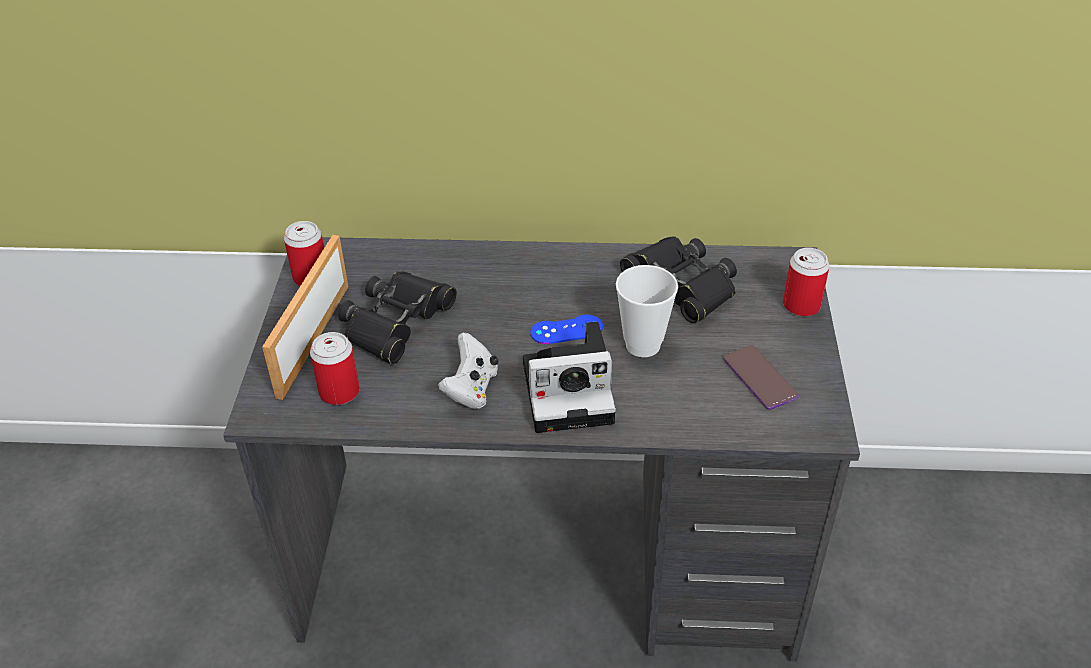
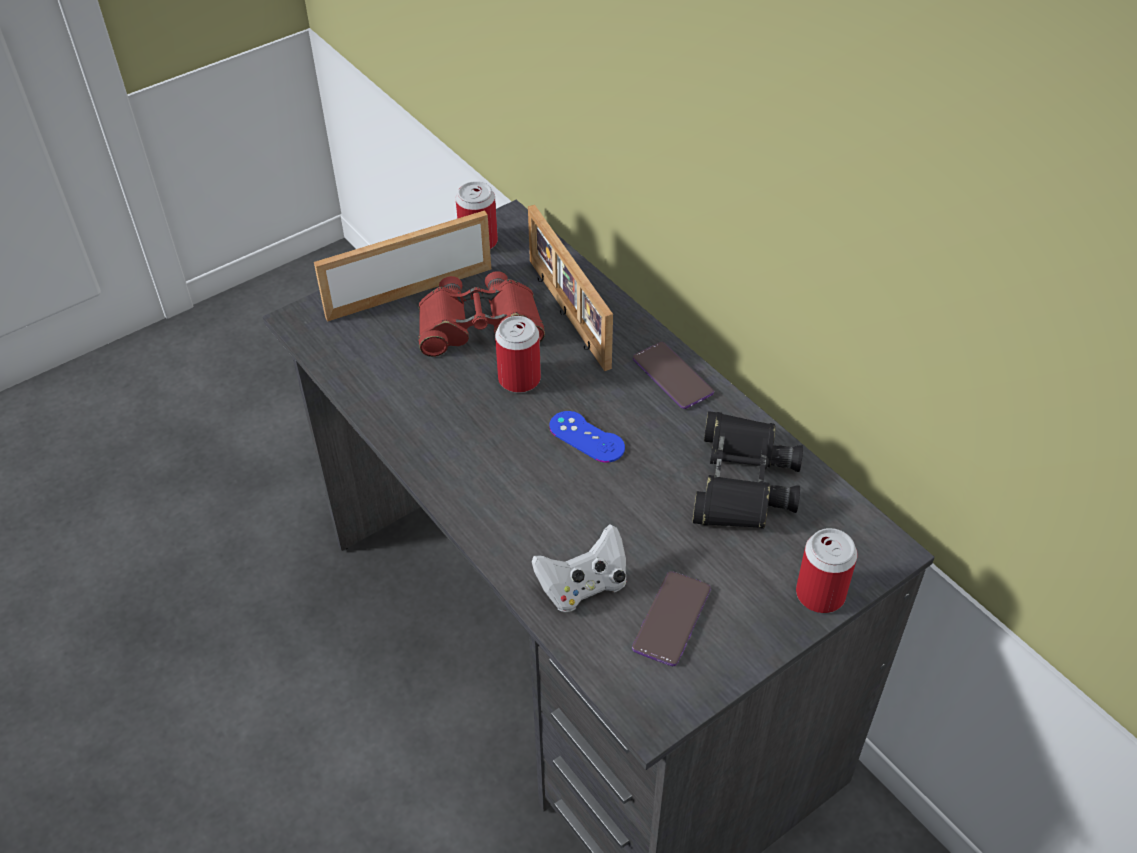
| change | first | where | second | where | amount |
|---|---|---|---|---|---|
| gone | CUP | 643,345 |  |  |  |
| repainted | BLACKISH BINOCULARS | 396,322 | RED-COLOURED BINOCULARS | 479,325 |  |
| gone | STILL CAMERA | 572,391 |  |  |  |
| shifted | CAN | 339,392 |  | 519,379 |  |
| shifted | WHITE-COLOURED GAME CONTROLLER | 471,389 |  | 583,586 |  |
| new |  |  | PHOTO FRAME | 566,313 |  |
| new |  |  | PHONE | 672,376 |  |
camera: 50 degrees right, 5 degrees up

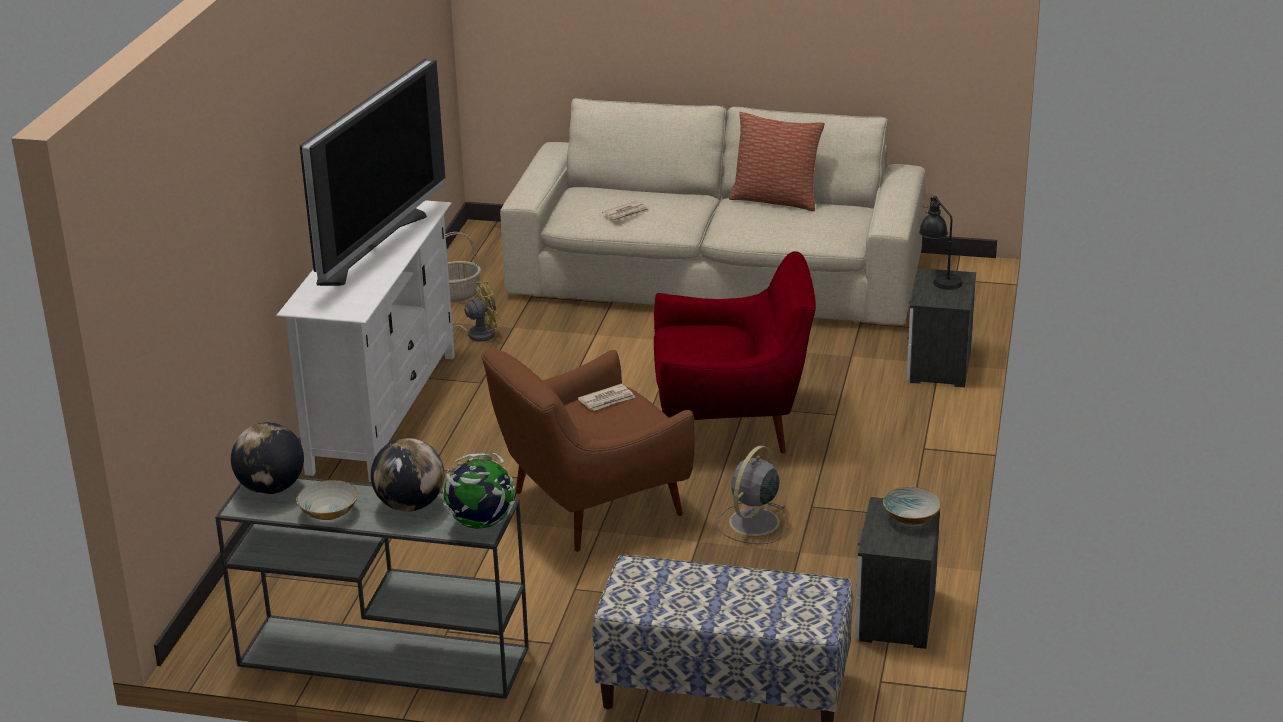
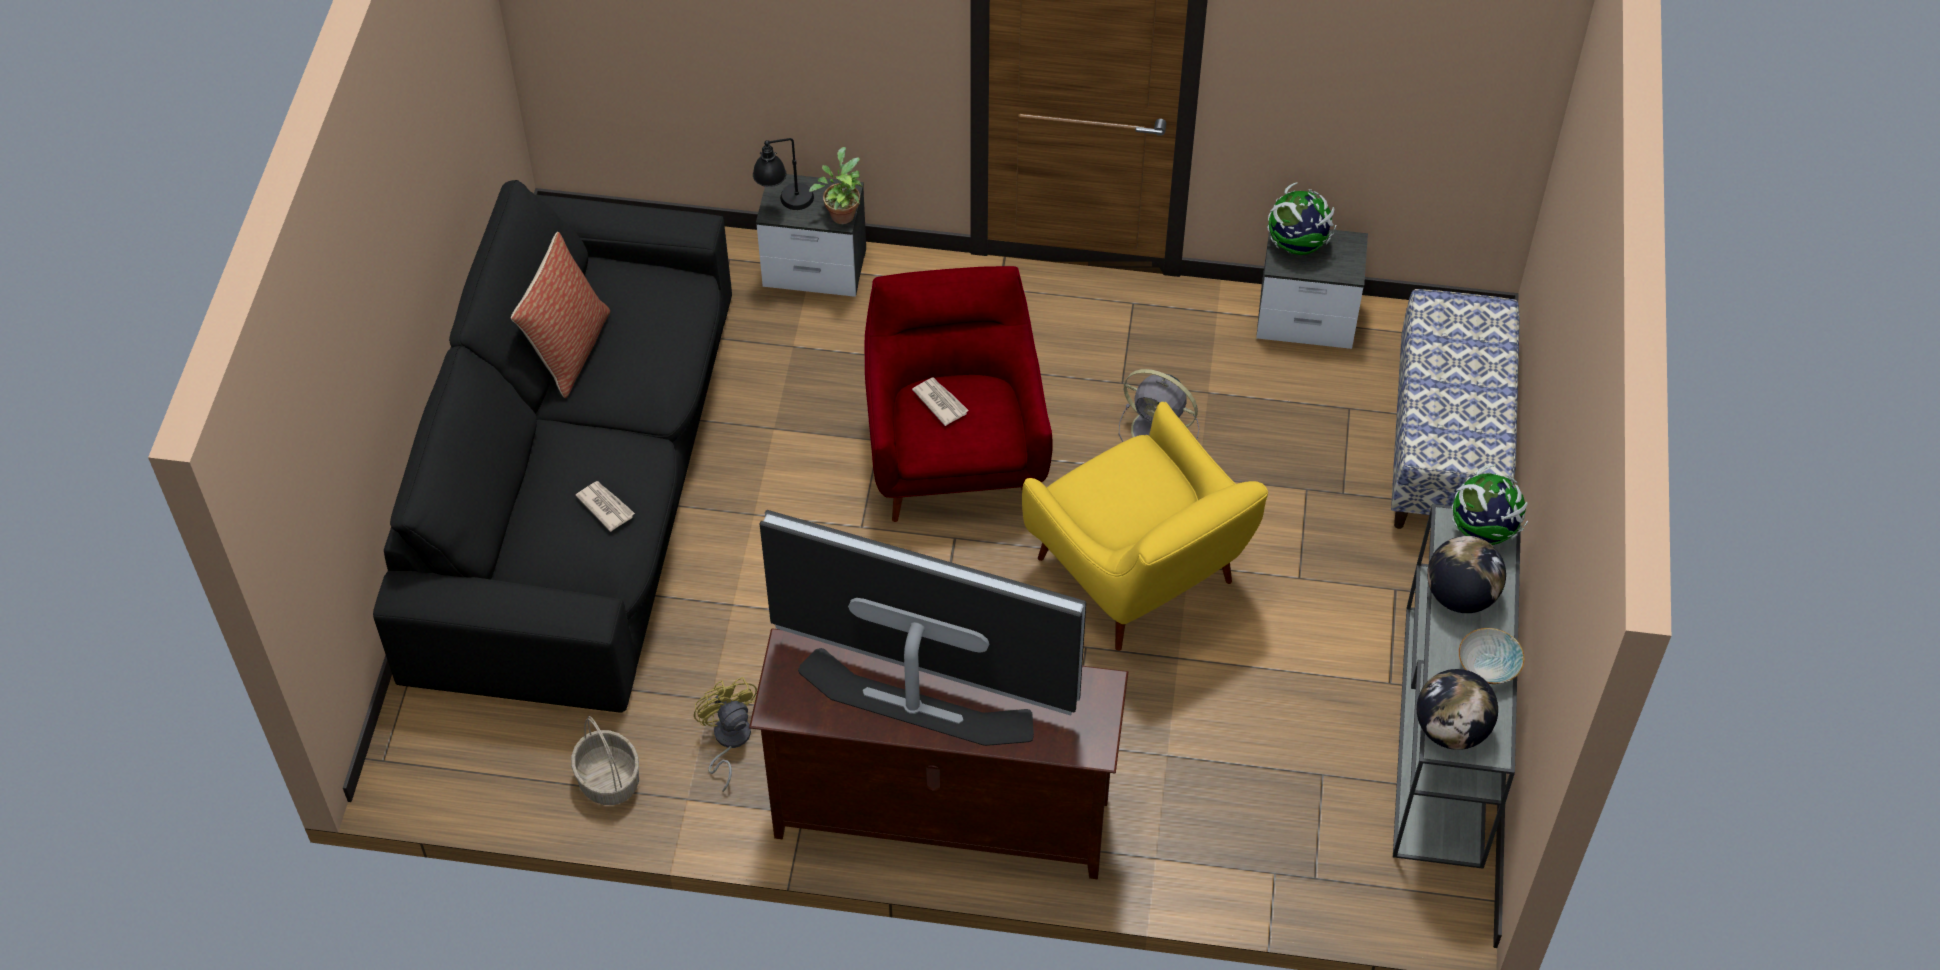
| change | first | where | second | where | amount |
|---|---|---|---|---|---|
| repainted | BEIGE-COLOURED COUCH | 715,278 | BLACKISH COUCH | 579,483 |  |
| repainted | WHITE-COLOURED TV UNIT | 382,412 | BROWN-COLOURED TV UNIT | 940,818 |  |
| repainted | BROWN-COLOURED LOUNGE CHAIR | 589,506 | YELLOWISH LOUNGE CHAIR | 1140,578 |  |
| shifted | DAILY PAPER | 607,400 |  | 940,402 |  |
| swapped | DEEP DISH | 911,517 | DESK GLOBE | 1297,244 |  |
| new |  |  | POTTED PLANT | 841,213 |  |
camera: 95 degrees left, 25 degrees up

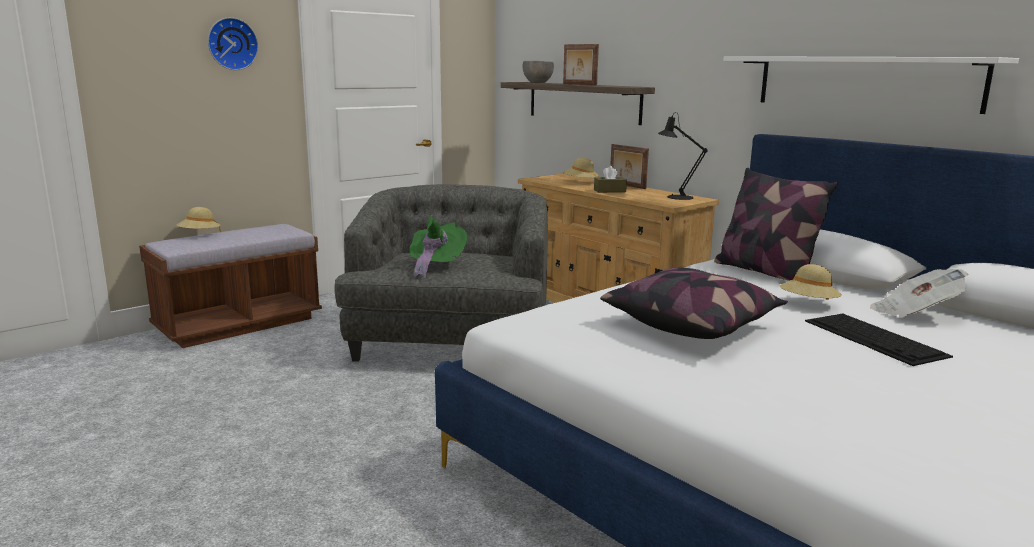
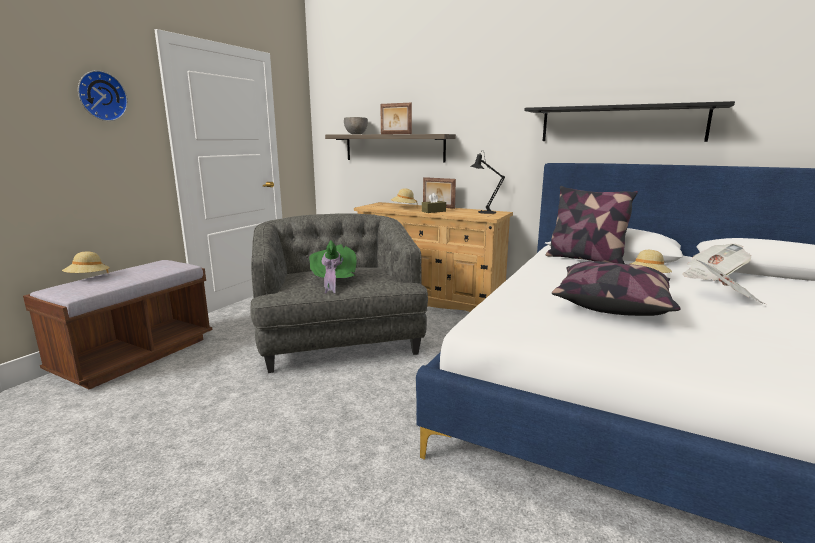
| change | first | where | second | where | amount |
|---|---|---|---|---|---|
| repainted | WHITE-COLOURED BRACKET SHELF | 864,82 | BLACKISH BRACKET SHELF | 621,124 |  |
| swapped | KEYBOARD | 875,338 | DAILY PAPER | 726,297 |  |
camera: 20 degrees left, 0 degrees up

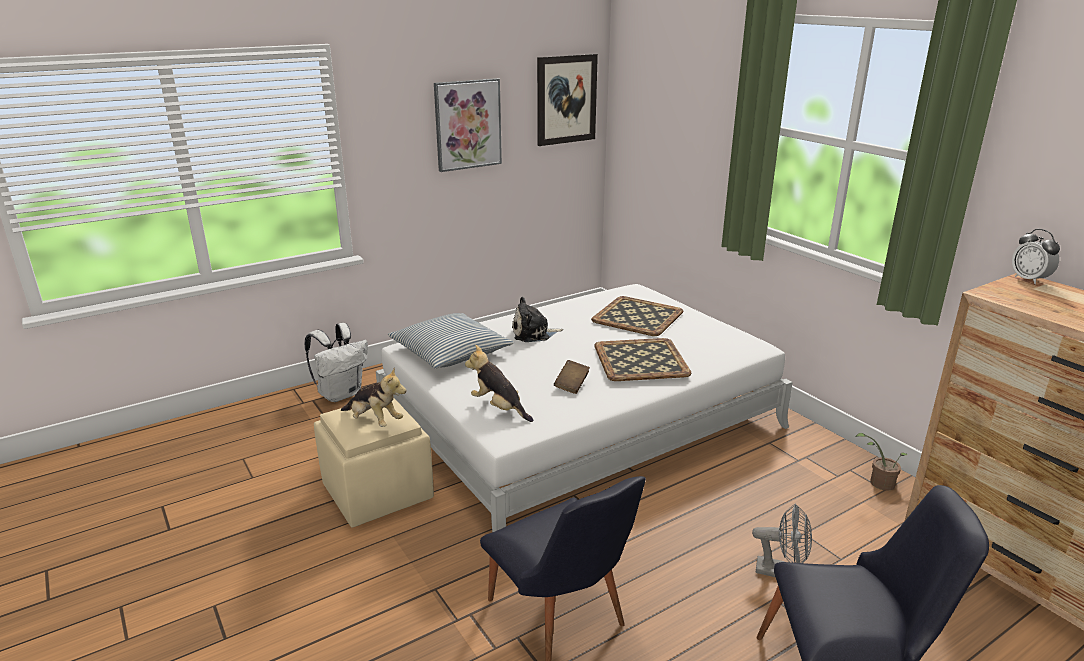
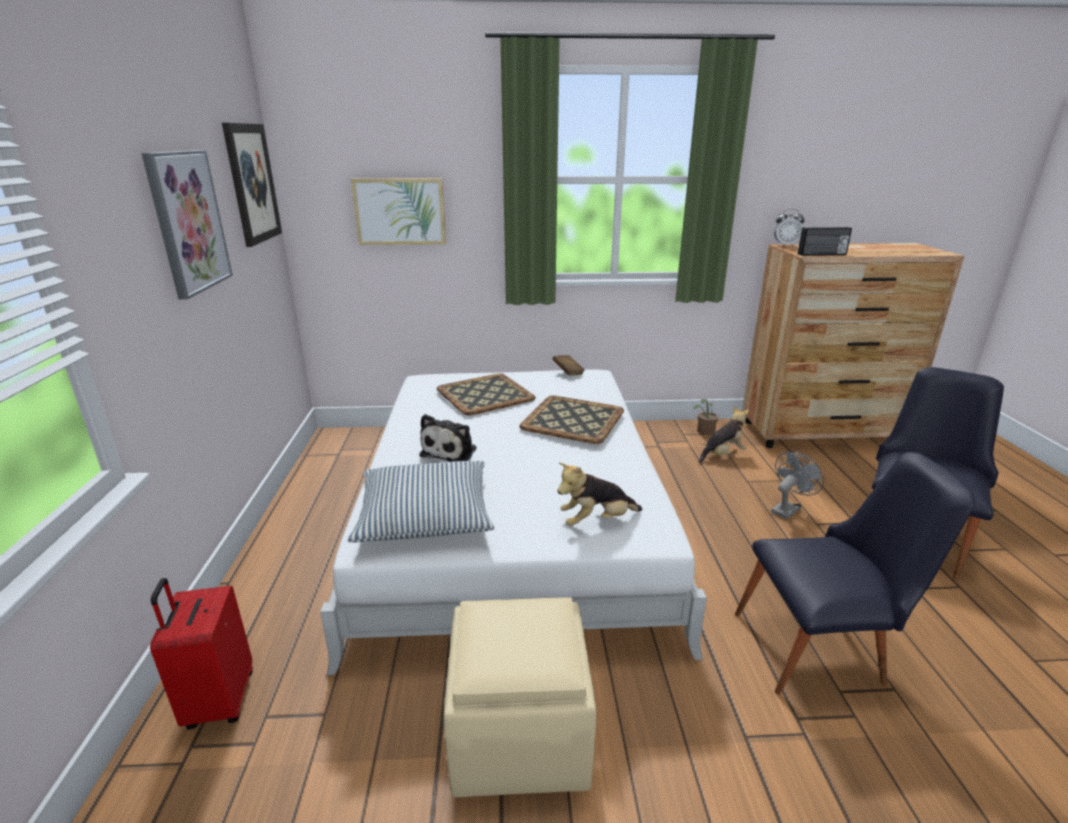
| change | first | where | second | where | amount |
|---|---|---|---|---|---|
| swapped | WHITE-COLOURED KNAPSACK | 341,394 | RED-COLOURED TRAVEL CASE | 219,701 |  |
| shifted | BROWN-COLOURED BOOK | 571,385 |  | 568,372 |  |
| shifted | PLUSH TOY | 374,421 |  | 722,454 |  |
| new |  |  | WALL PICTURE | 400,211 |  |
| new |  |  | RADIO SET | 822,254 |  |
camera: 60 degrees left, 0 degrees up

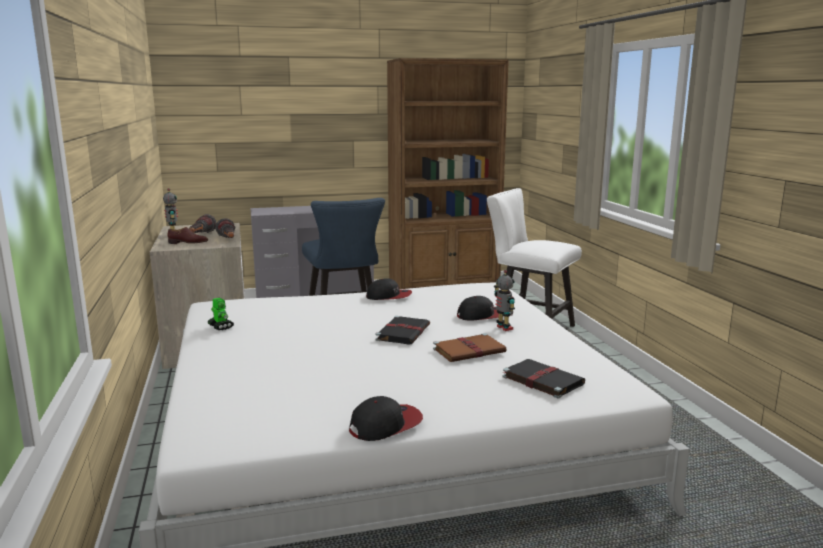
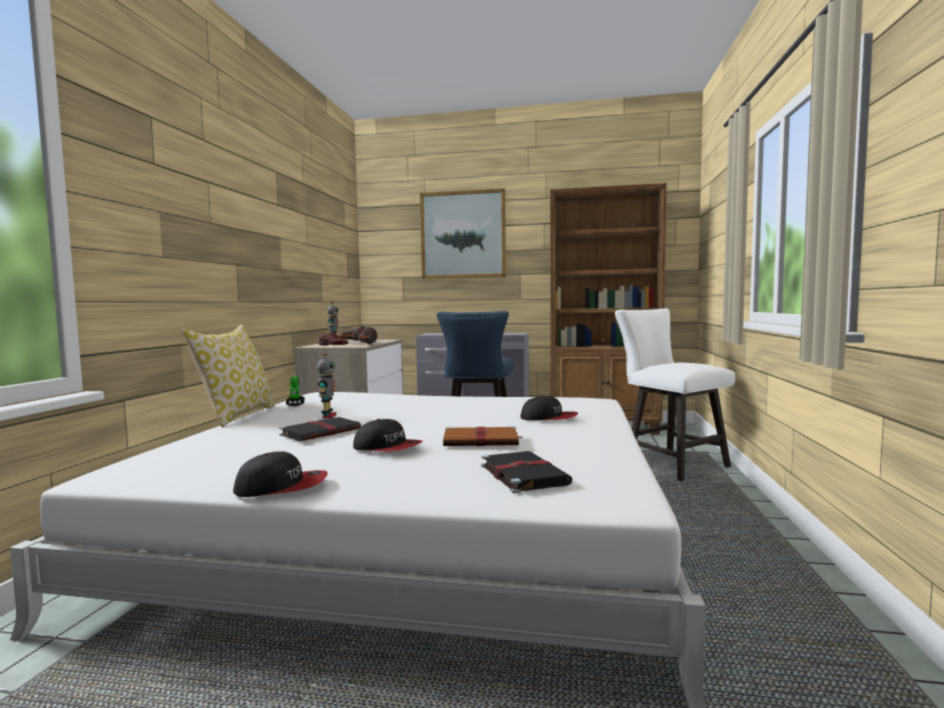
| change | first | where | second | where | amount |
|---|---|---|---|---|---|
| shifted | ROBOT FIGURE | 503,328 |  | 328,416 |  |
| shifted | CAP | 389,296 |  | 388,448 |  |
| shifted | BLACKISH BOOK | 403,332 |  | 322,432 |  |
| new |  |  | WALL PICTURE | 463,235 |  |
| new |  |  | THROW PILLOW | 236,416 |  |
camera: 25 degrees right, 10 degrees down

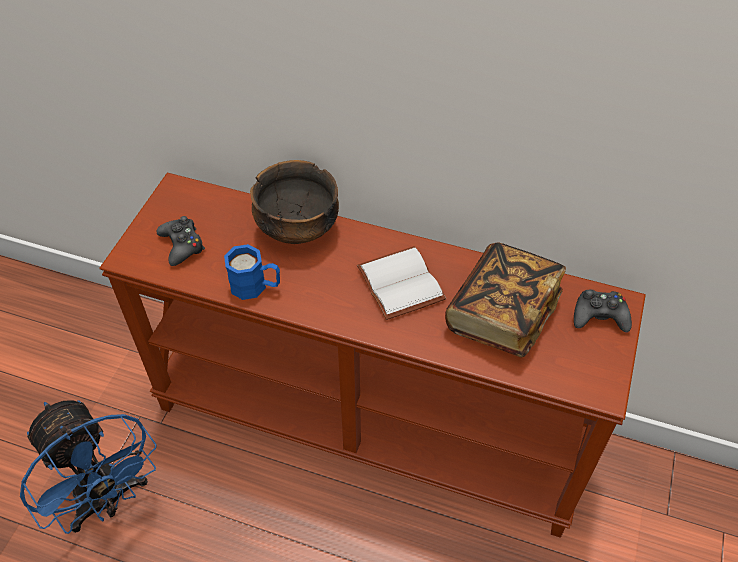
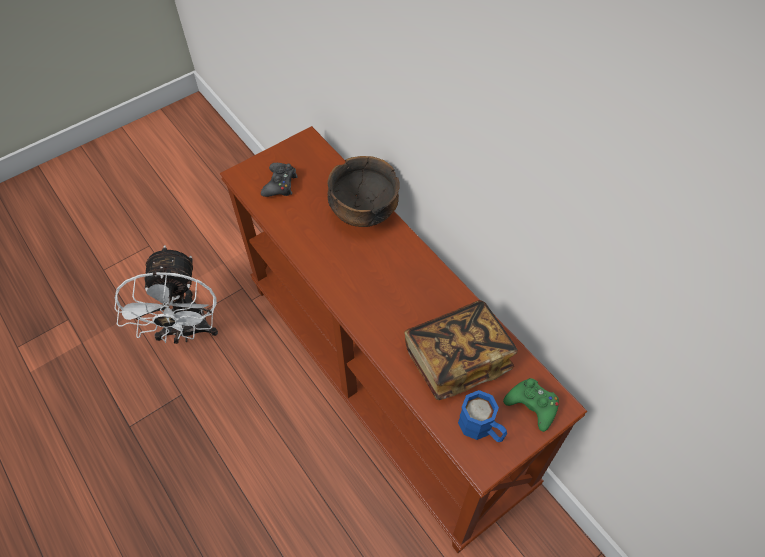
| change | first | where | second | where | amount |
|---|---|---|---|---|---|
| shifted | BLUE-COLOURED TEA MUG | 255,286 |  | 481,428 |  |
| gone | WHITE-COLOURED BOOK | 398,283 |  |  |  |
| repainted | BLACKISH GAME CONTROLLER | 599,316 | GREEN GAME CONTROLLER | 532,405 |  |
| repainted | BLUE-COLOURED COOLING FAN | 107,501 | WHITE-COLOURED COOLING FAN | 187,331 |  |
camera: 35 degrees right, 5 degrees up

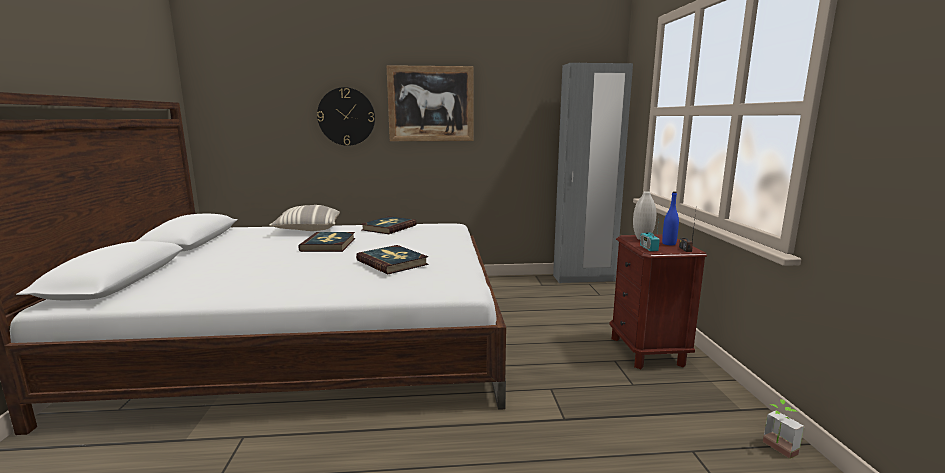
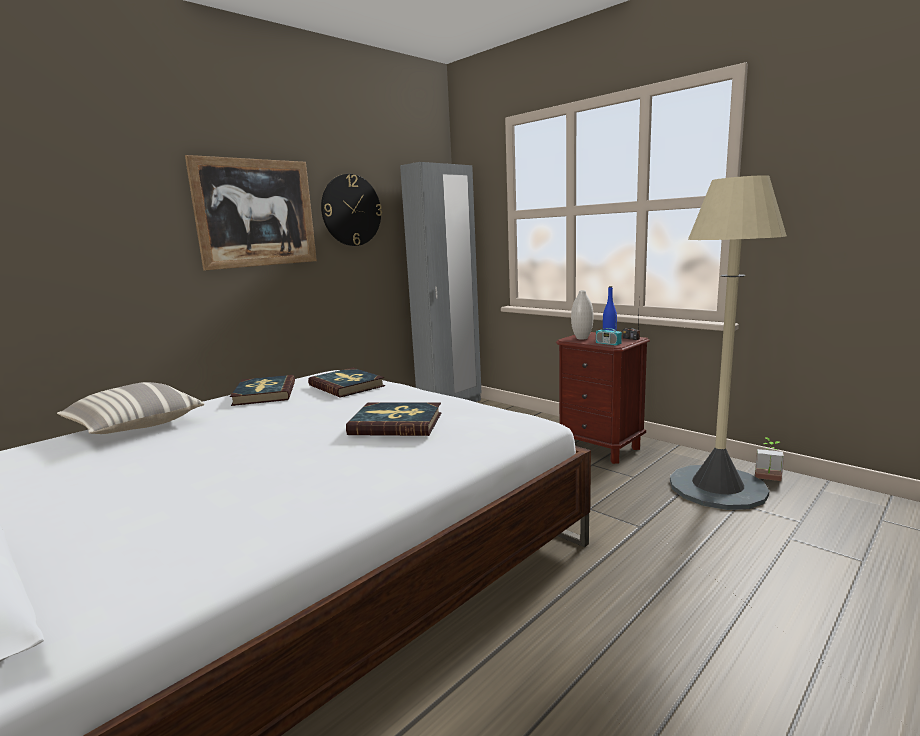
| change | first | where | second | where | amount |
|---|---|---|---|---|---|
| shifted | WALL CLOCK | 346,116 |  | 351,210 |  |
| shifted | BOOK | 329,244 |  | 347,386 |  |
| new |  |  | BEIGE-COLOURED STANDING LAMP | 717,487 |  |
camera: 40 degrees left, 0 degrees up

